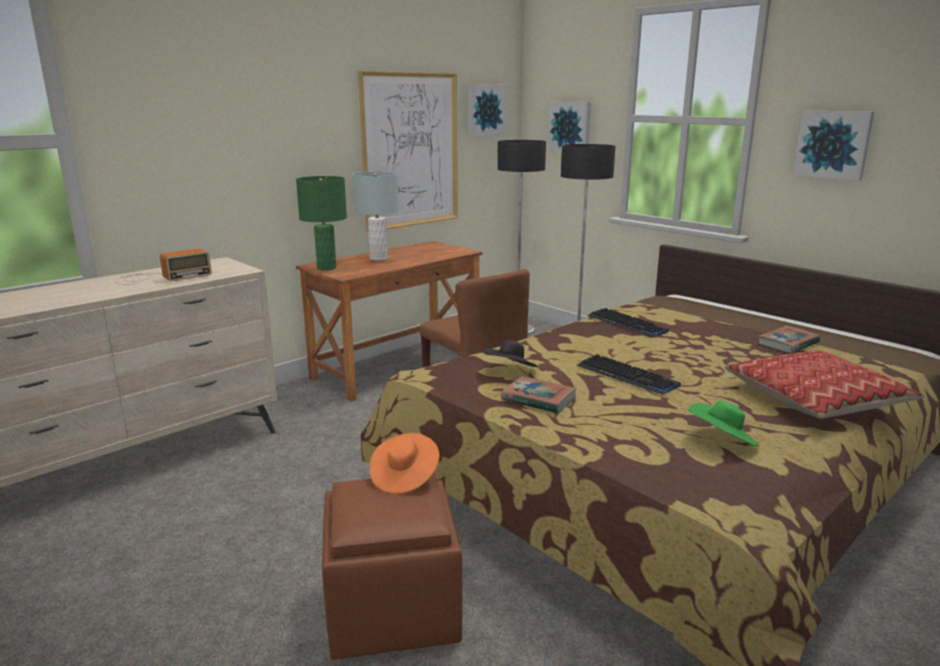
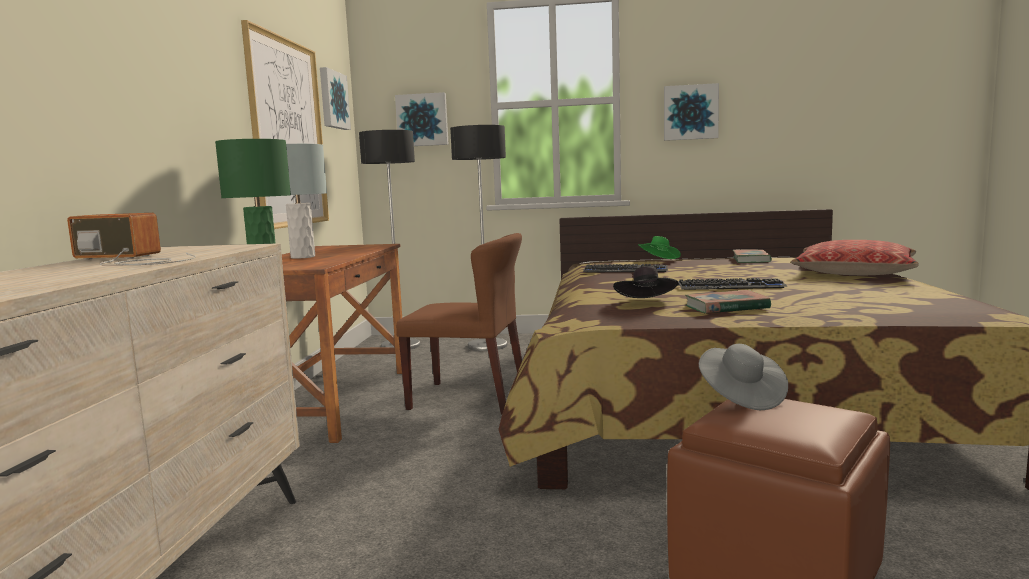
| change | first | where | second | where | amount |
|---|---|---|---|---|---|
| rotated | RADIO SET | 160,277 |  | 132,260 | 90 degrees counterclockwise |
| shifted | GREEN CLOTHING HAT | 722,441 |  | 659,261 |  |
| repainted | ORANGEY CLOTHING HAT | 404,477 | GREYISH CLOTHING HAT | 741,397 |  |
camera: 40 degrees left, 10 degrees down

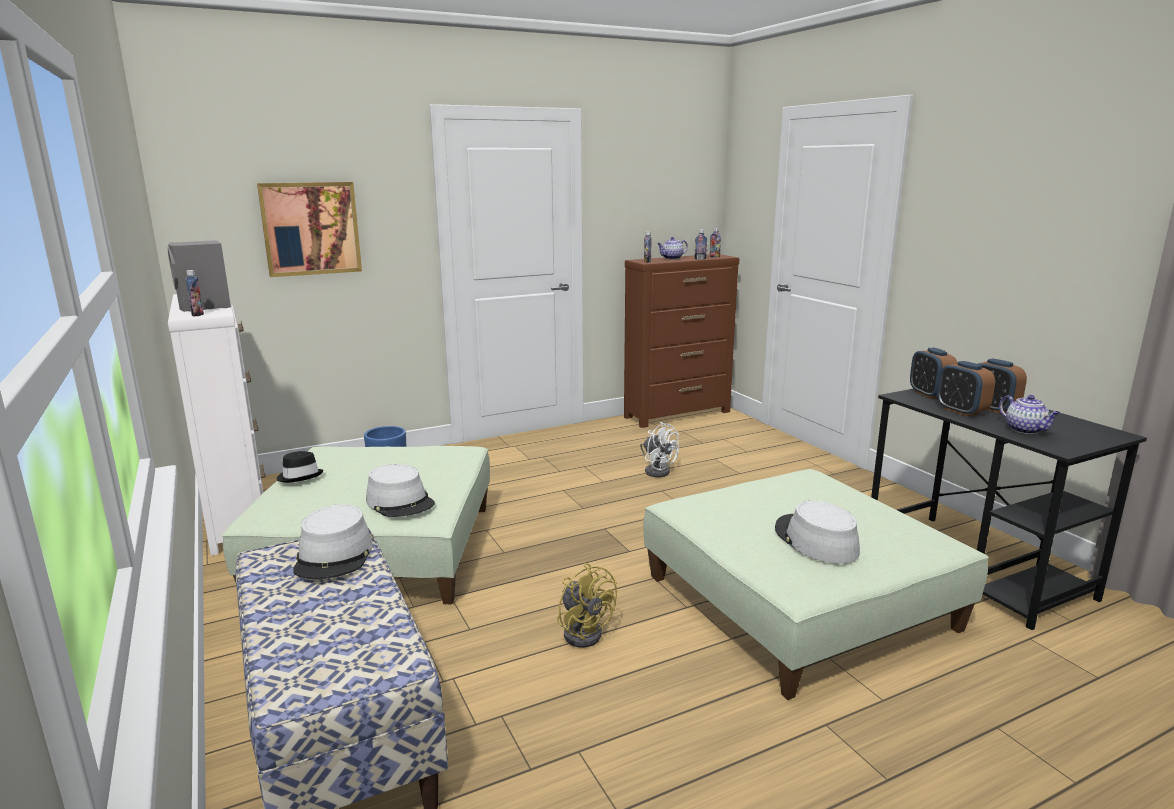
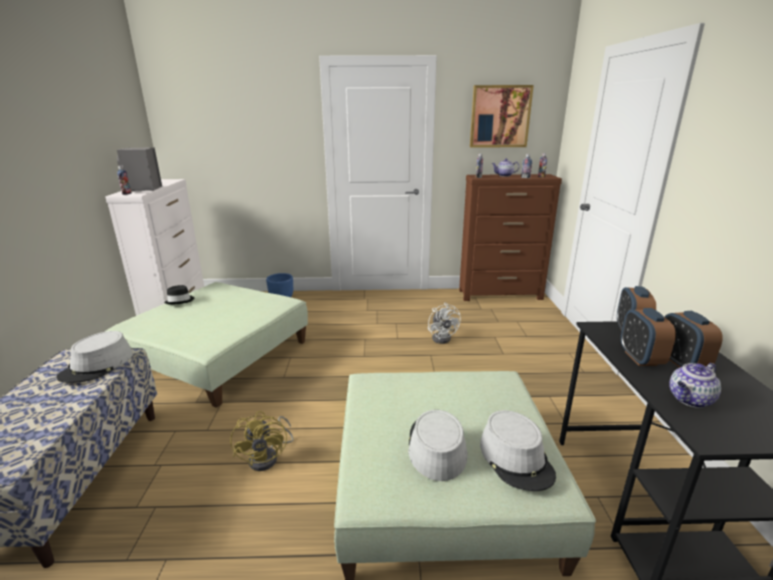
| change | first | where | second | where | amount |
|---|---|---|---|---|---|
| shifted | WALL PICTURE | 311,228 |  | 500,116 |  |
| rotated | TEA POT | 1026,430 |  | 690,400 | 60 degrees clockwise |
| shifted | GREYISH CLOTHING HAT | 400,502 |  | 516,458 |  |
camera: 25 degrees right, 5 degrees up

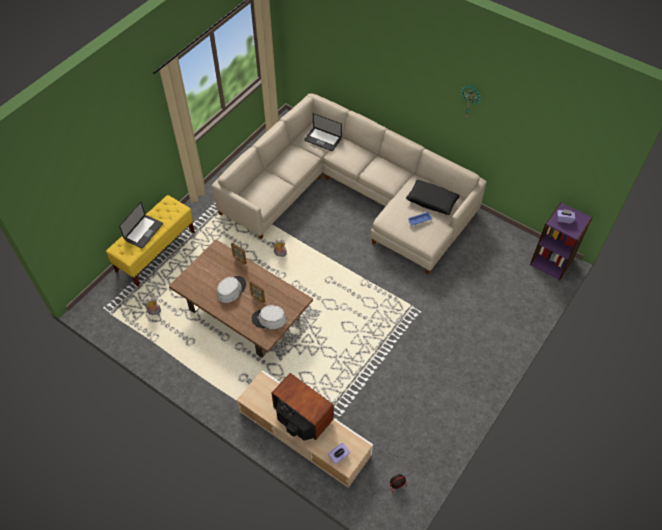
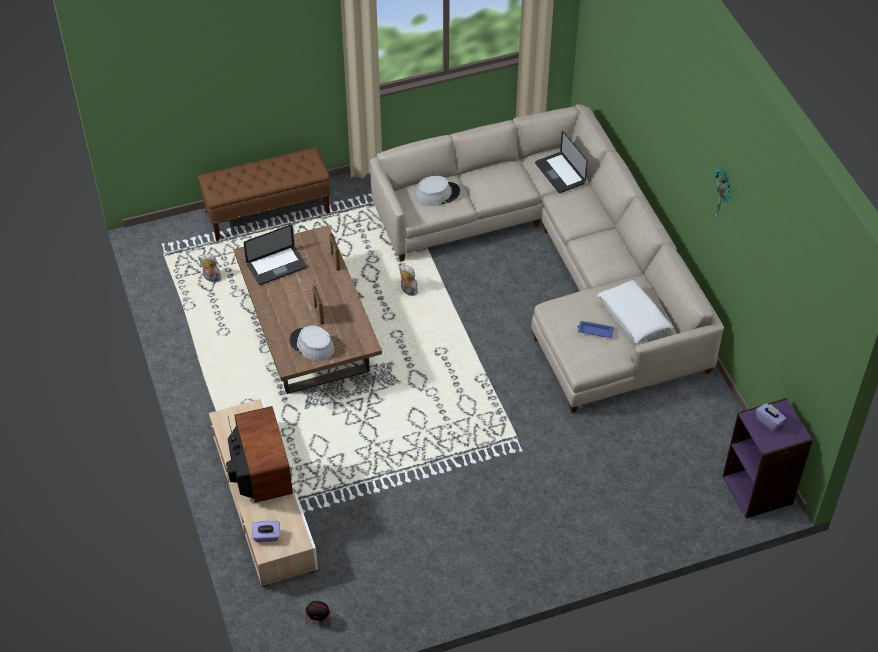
| change | first | where | second | where | amount |
|---|---|---|---|---|---|
| repainted | BLACKISH THROW PILLOW | 432,201 | WHITE-COLOURED THROW PILLOW | 633,317 |  |
| repainted | YELLOWISH LONG SEAT | 156,251 | BROWN-COLOURED LONG SEAT | 268,212 |  |
| shifted | PORTABLE COMPUTER | 144,232 |  | 276,266 |  |
| shifted | GREYISH CLOTHING HAT | 231,289 |  | 437,194 |  |
camera: 35 degrees right, 5 degrees down

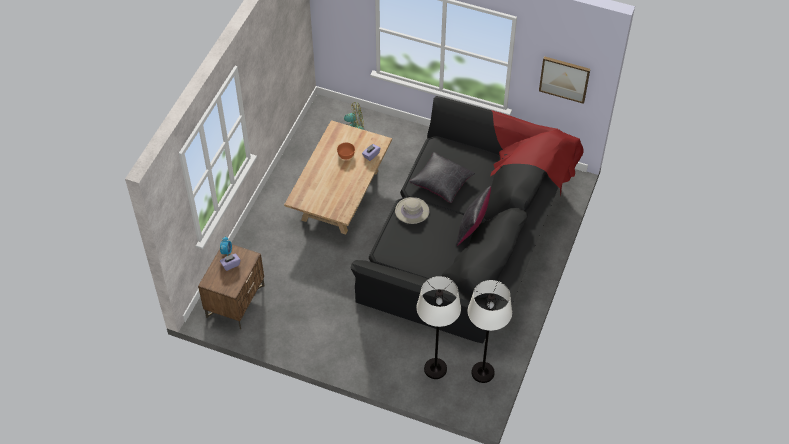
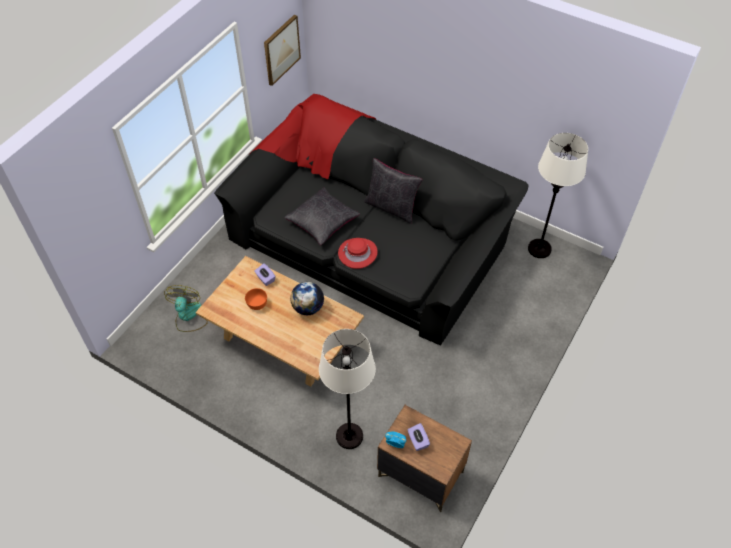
| change | first | where | second | where | amount |
|---|---|---|---|---|---|
| repainted | BEIGE-COLOURED CLOTHING HAT | 412,211 | RED-COLOURED CLOTHING HAT | 357,253 |  |
| shifted | WHITE-COLOURED STANDING LAMP | 435,369 |  | 349,436 |  |
| new |  |  | DESK GLOBE | 307,308 |  |
camera: 80 degrees left, 0 degrees up

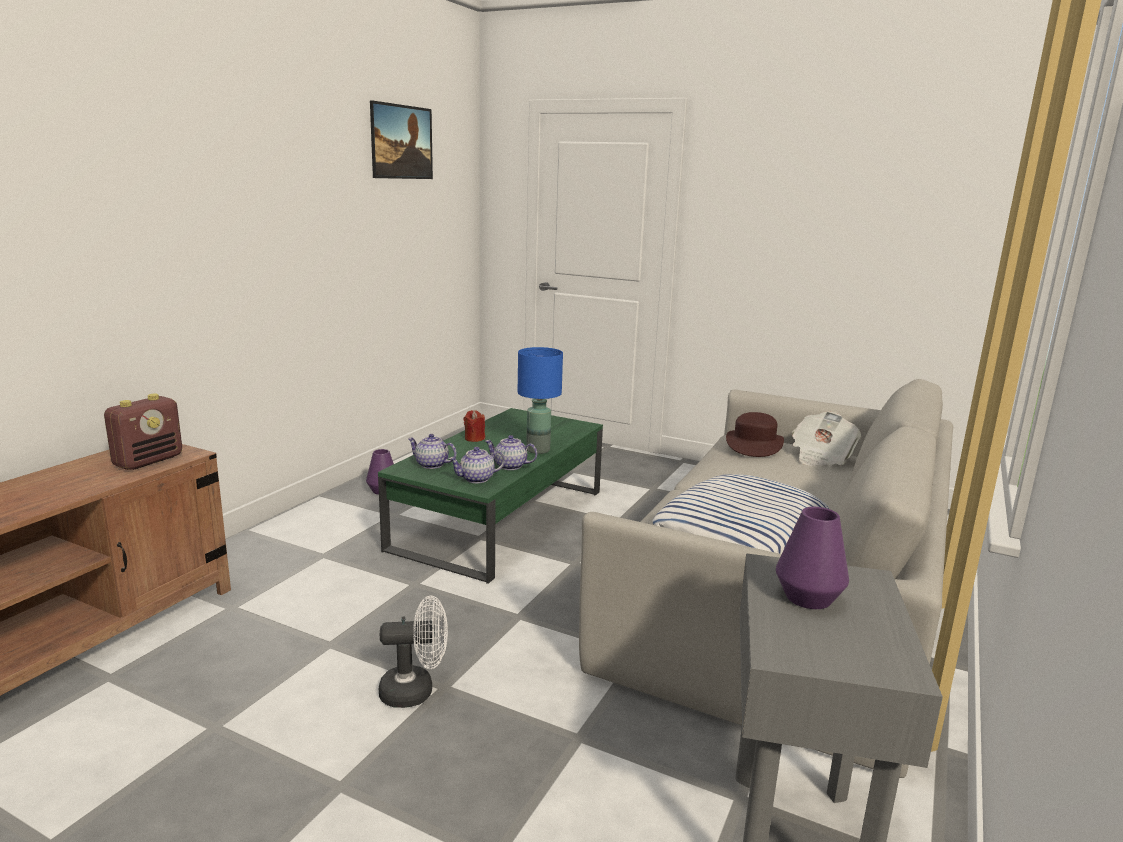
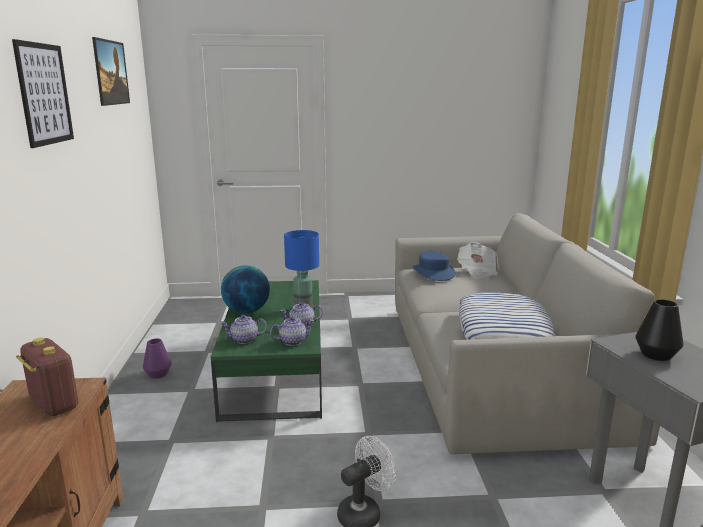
| change | first | where | second | where | amount |
|---|---|---|---|---|---|
| rotated | RADIO SET | 149,461 |  | 53,403 | 45 degrees counterclockwise |
| swapped | RED-COLOURED CANDLE | 474,438 | DESK GLOBE | 246,311 |  |
| repainted | BROWN-COLOURED CLOTHING HAT | 754,444 | BLUE-COLOURED CLOTHING HAT | 433,272 |  |
| rotated | TEA POT | 476,479 |  | 293,341 | 150 degrees counterclockwise |
| repainted | PURPLE-COLOURED VASE | 808,598 | BLACKISH VASE | 656,354 |  |
| new |  |  | WALL PICTURE | 44,94 |  |
camera: 30 degrees left, 0 degrees up

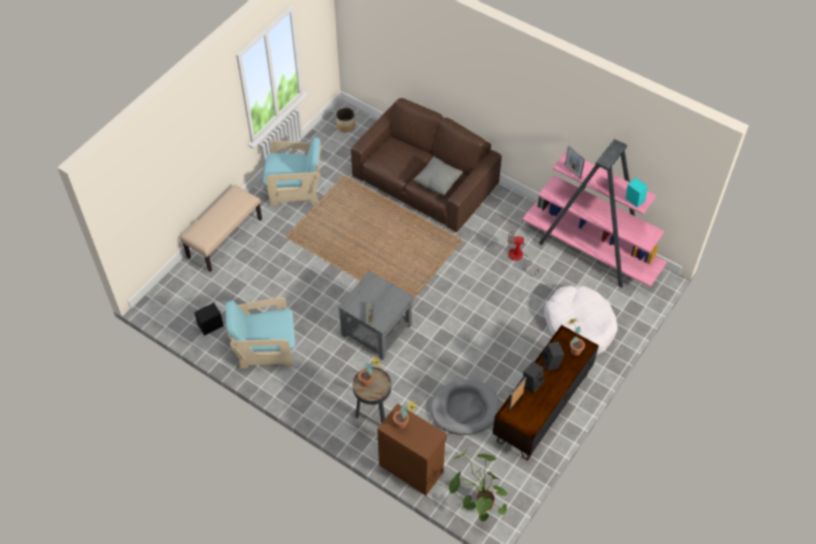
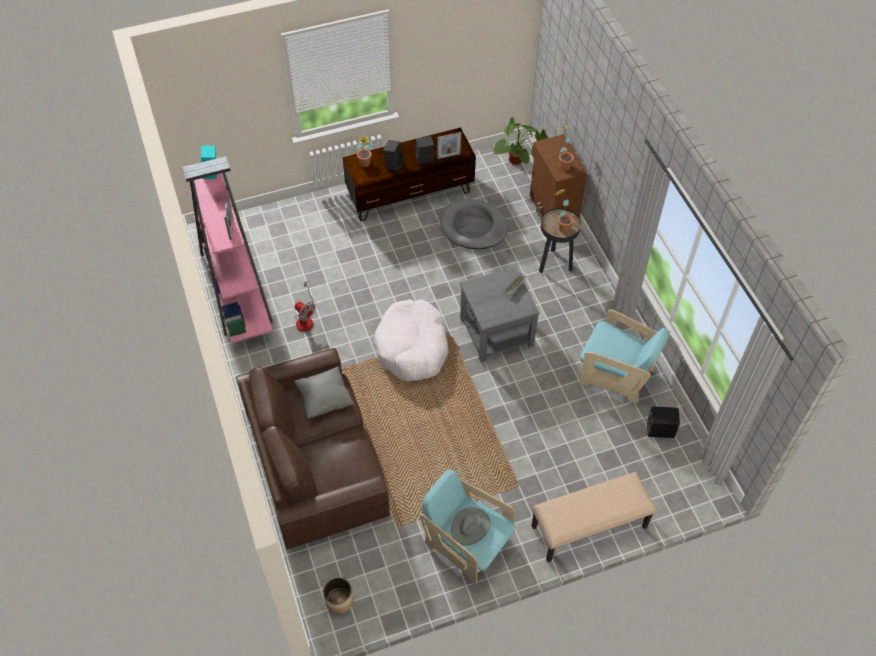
| change | first | where | second | where | amount |
|---|---|---|---|---|---|
| shifted | WHITE-COLOURED DOG CUSHION | 579,325 |  | 412,347 |  |
| new |  |  | GREYISH CLOTHING HAT | 470,527 |  |
camera: 145 degrees left, 0 degrees up

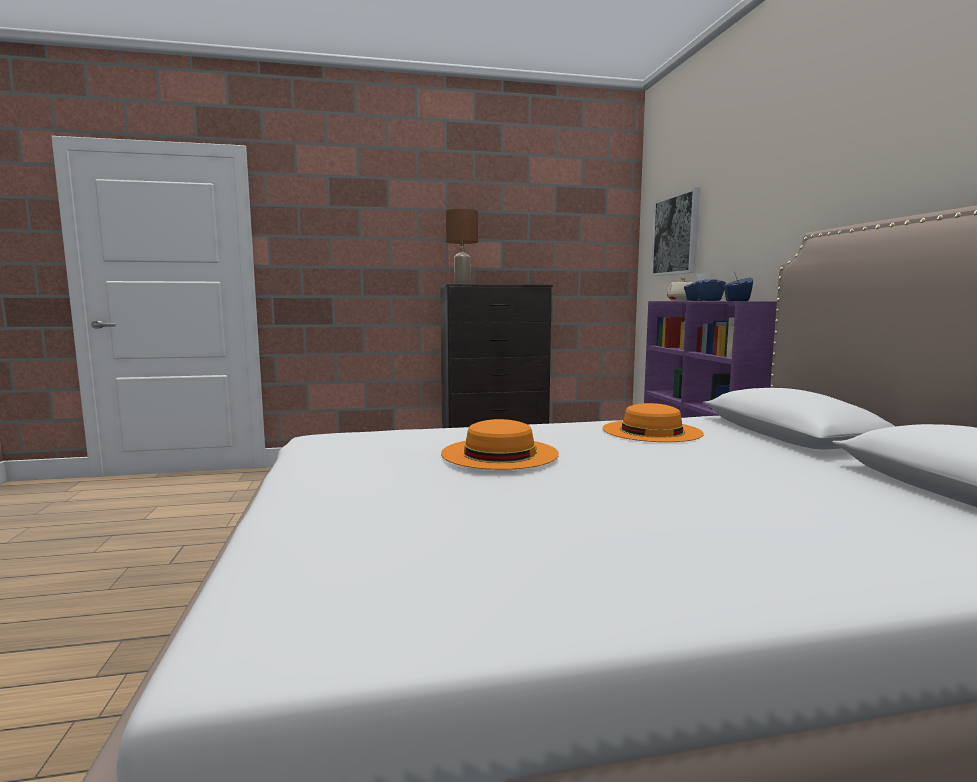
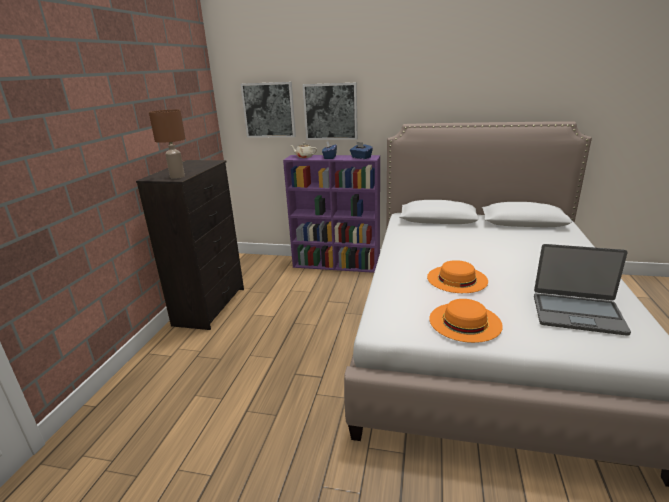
| change | first | where | second | where | amount |
|---|---|---|---|---|---|
| shifted | ORANGEY CLOTHING HAT | 651,431 |  | 465,321 |  |
| new |  |  | WALL PICTURE | 330,111 |  |
| new |  |  | PORTABLE COMPUTER | 577,313 |  |
camera: 65 degrees left, 15 degrees up

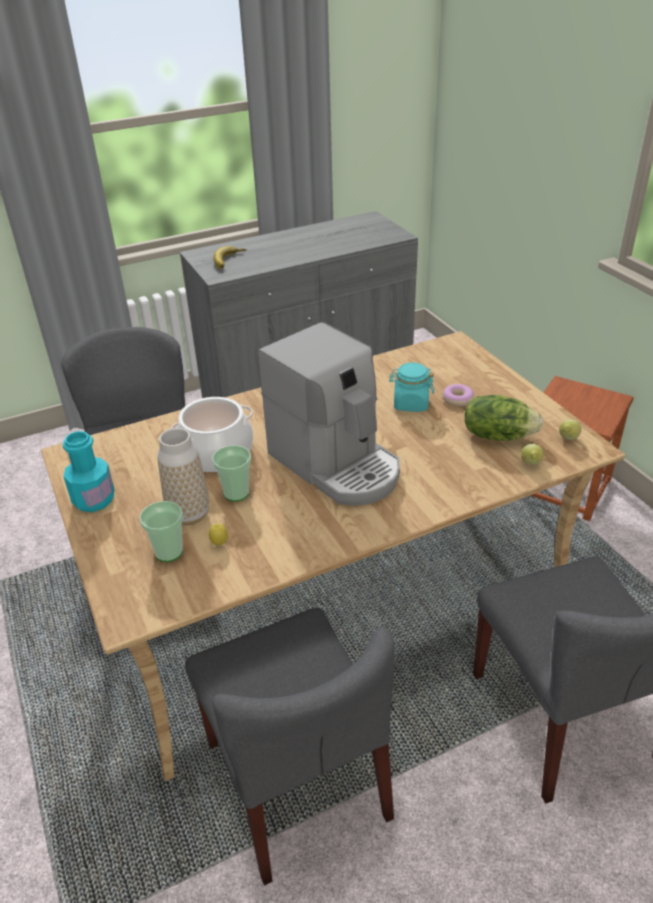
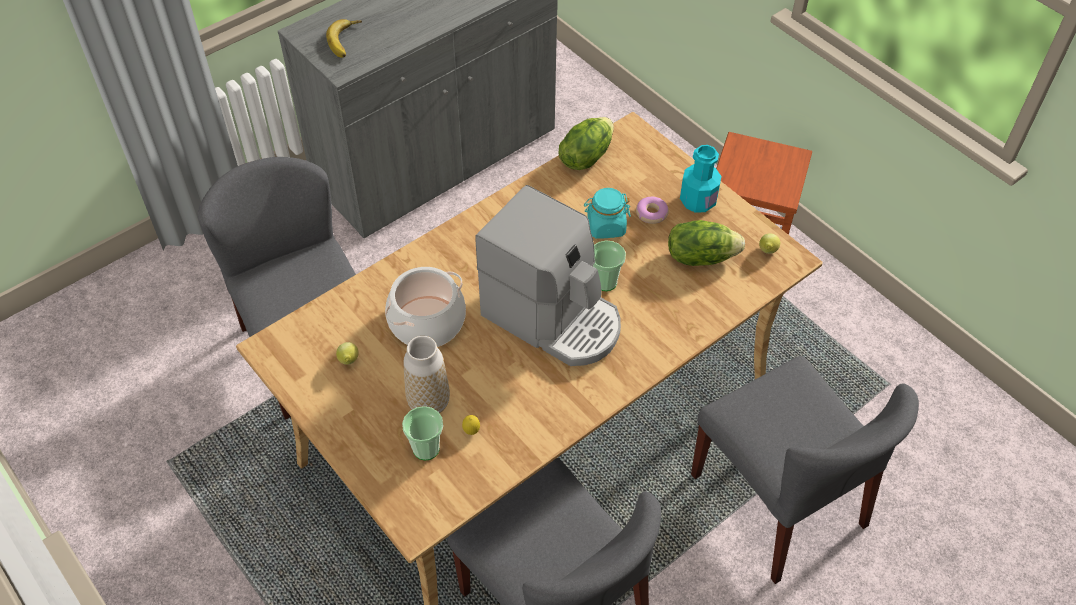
| change | first | where | second | where | amount |
|---|---|---|---|---|---|
| shifted | TURQUOISE BEVERAGE BOTTLE | 94,500 |  | 698,200 |  |
| shifted | LEMON | 530,464 |  | 349,361 |  |
| shifted | CUP | 236,493 |  | 605,282 |  |
| new |  |  | LETTUCE | 585,156 |  |
camera: 15 degrees left, 15 degrees up

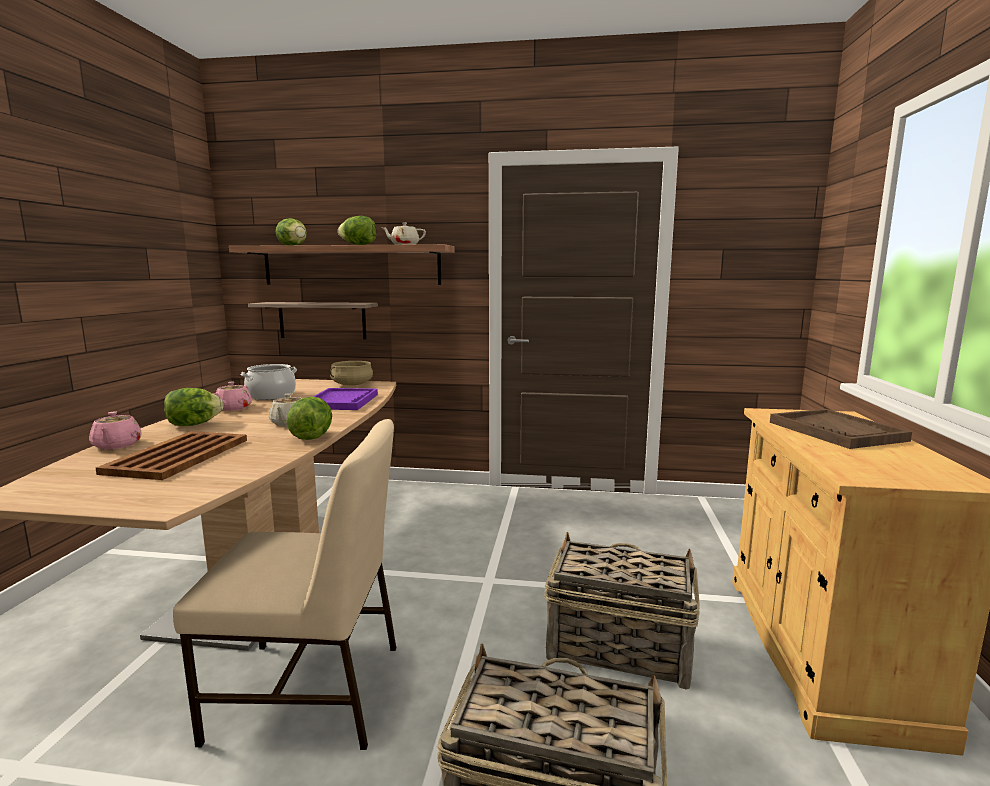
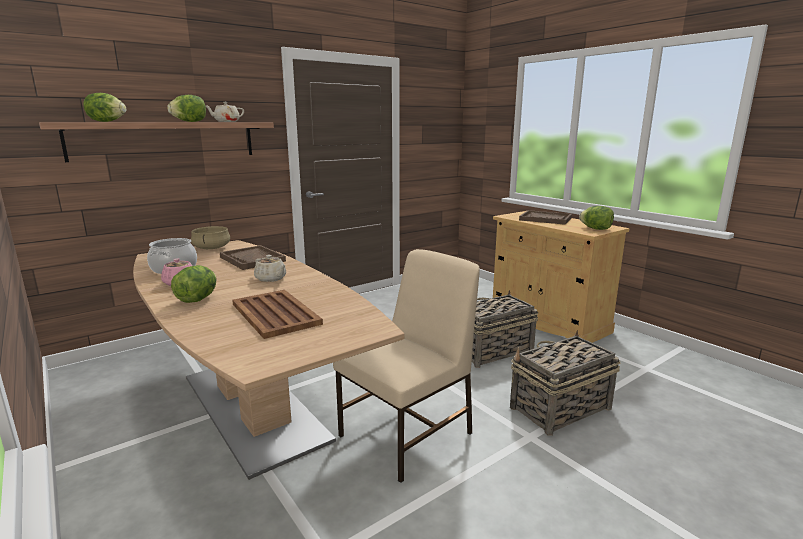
| change | first | where | second | where | amount |
|---|---|---|---|---|---|
| gone | BRACKET SHELF | 322,320 |  |  |  |
| repainted | PURPLE-COLOURED CARRYING TRAY | 342,401 | BROWN-COLOURED CARRYING TRAY | 252,259 |  |
| shifted | LETTUCE | 311,437 |  | 596,229 |  |
| gone | PINK TEA POT | 116,445 |  |  |  |
camera: 45 degrees left, 5 degrees up

